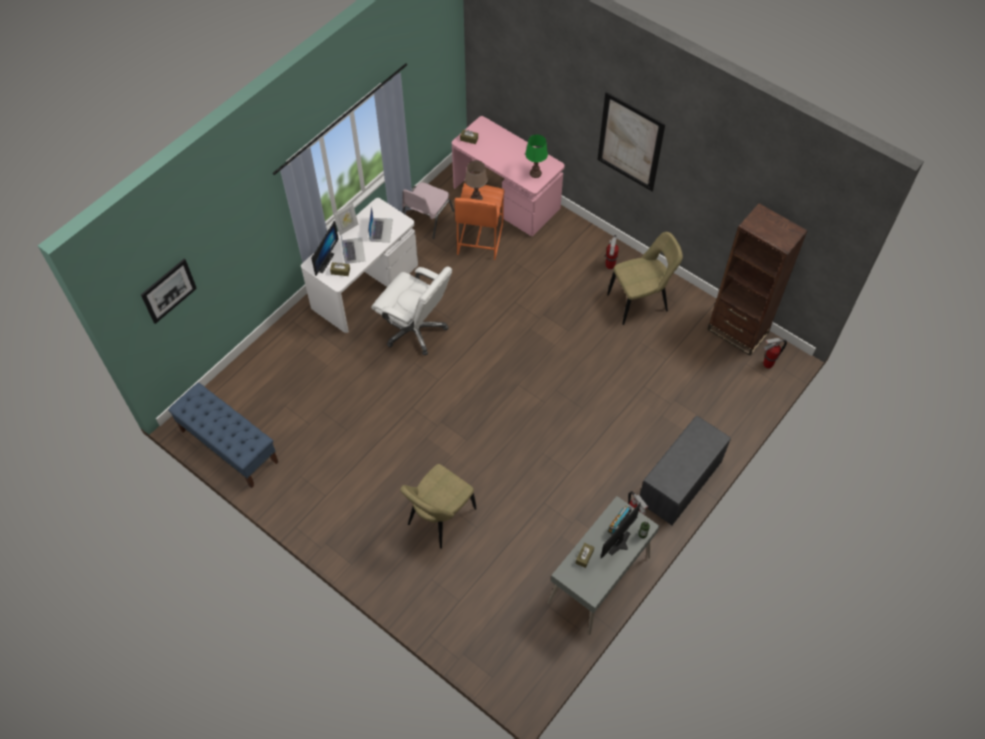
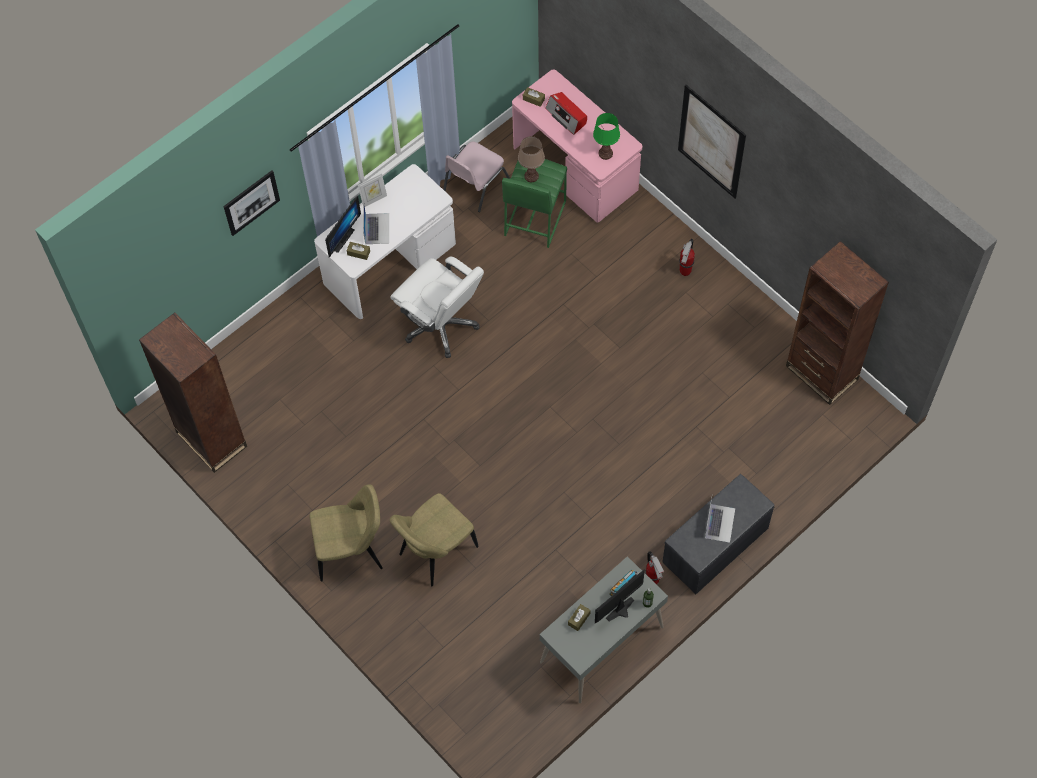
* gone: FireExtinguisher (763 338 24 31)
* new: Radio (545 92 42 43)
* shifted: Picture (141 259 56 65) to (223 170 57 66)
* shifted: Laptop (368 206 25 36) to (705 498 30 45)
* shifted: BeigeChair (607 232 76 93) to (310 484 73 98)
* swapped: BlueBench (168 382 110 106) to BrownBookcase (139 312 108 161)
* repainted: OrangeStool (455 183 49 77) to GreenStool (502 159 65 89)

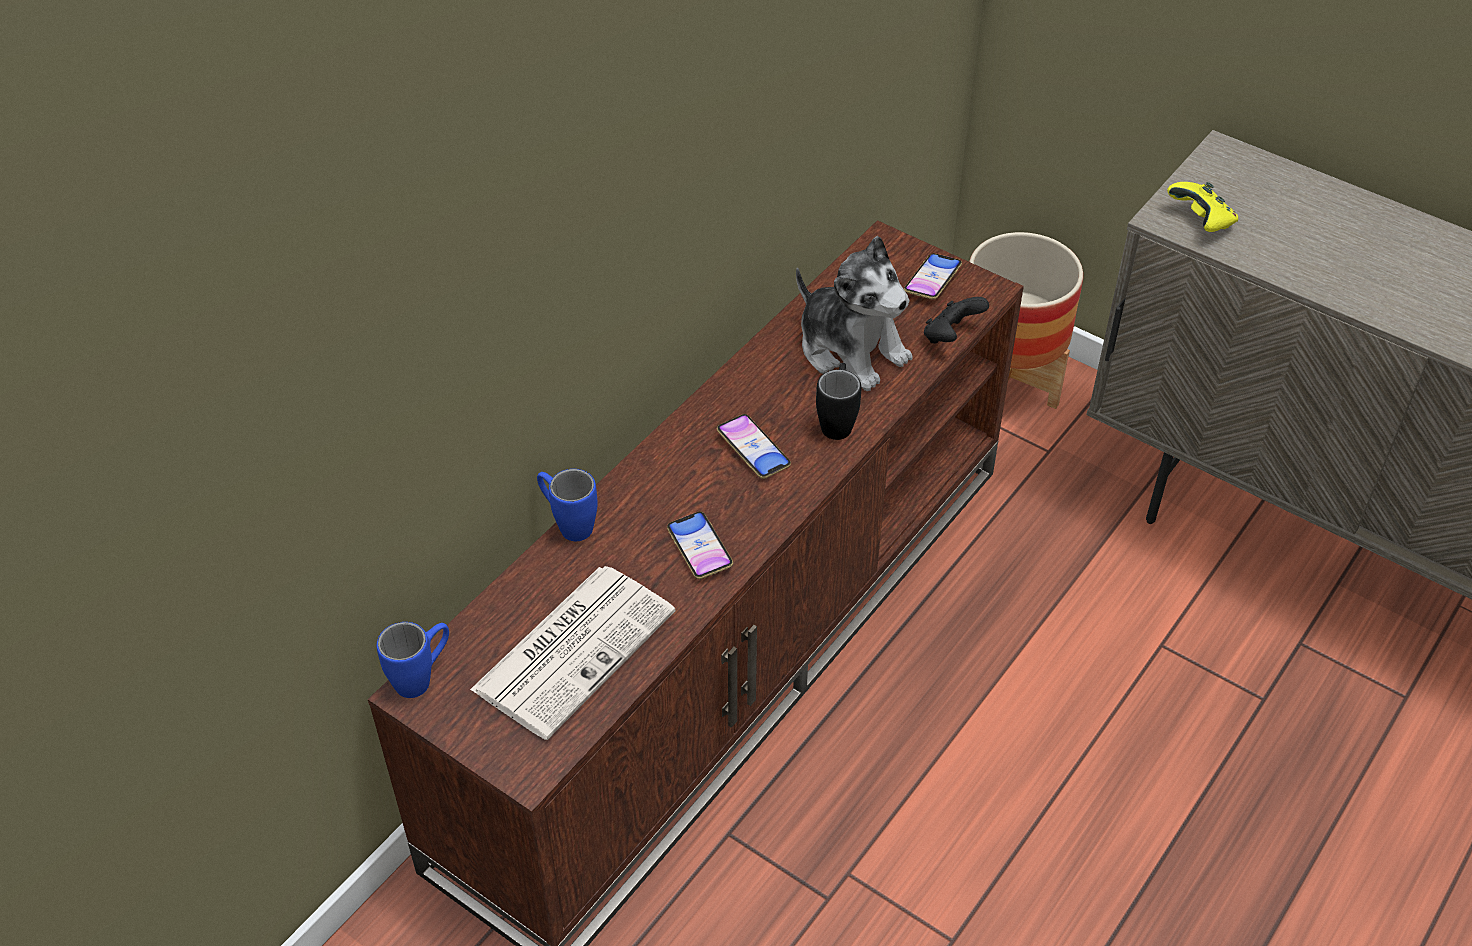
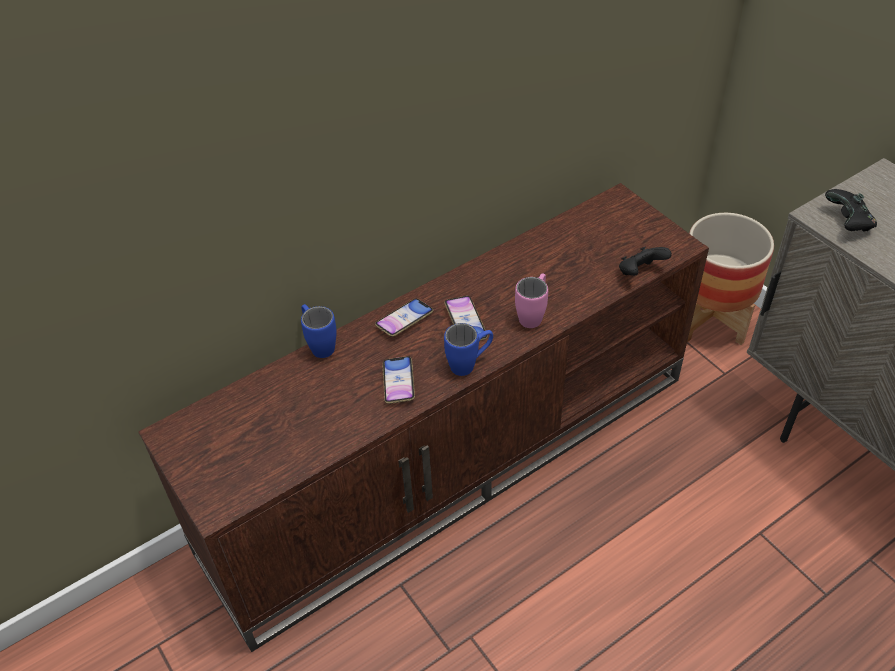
* gone: Newspaper (470 566 206 174)
* gone: PlushToy (796 236 116 155)
* shifted: BlueMug (377 622 72 76) to (444 323 49 53)
* shifted: Phone (904 253 58 46) to (375 299 58 38)
* repainted: BlackMug (816 363 45 77) to PinkMug (515 273 33 55)
* repainted: YellowGameController (1167 182 71 50) to BlackGameController (825 189 52 43)

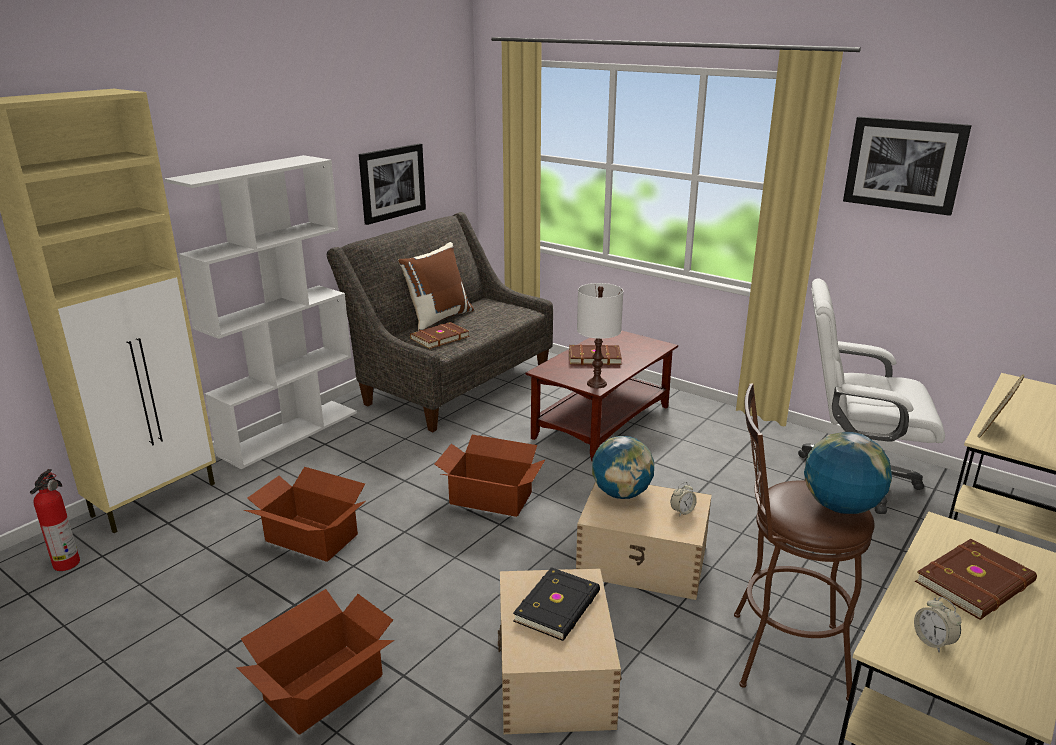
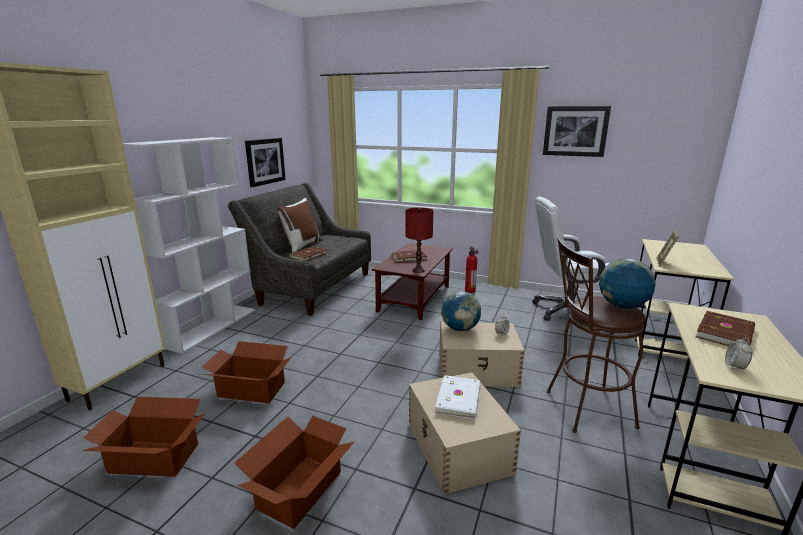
* shifted: FireExtinguisher (30 469 50 102) to (465 246 13 47)
* shifted: CardboardBox (434 435 112 82) to (82 397 123 80)
* repainted: BlackBook (513 567 87 74) to WhiteBook (435 375 46 44)
* repainted: WhiteTableLamp (577 283 46 105) to RedTableLamp (405 208 28 65)
* rotated: AlarmClock (914 597 47 56) = (725 337 28 33) 60 degrees clockwise

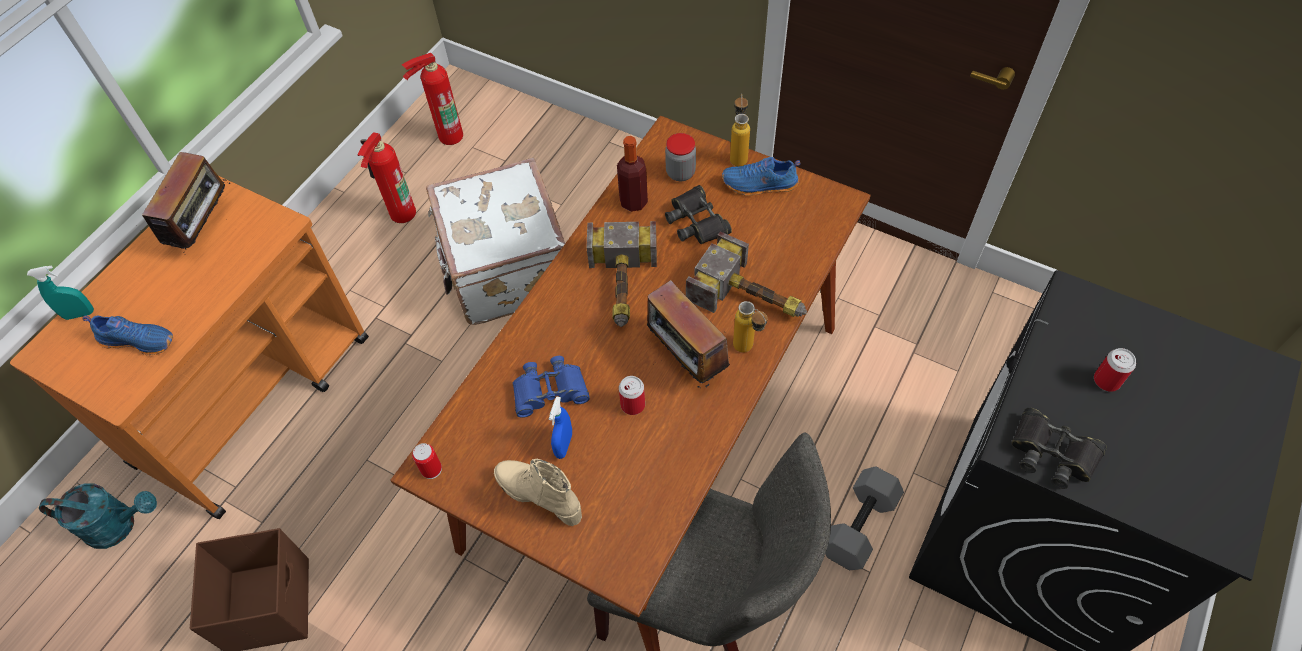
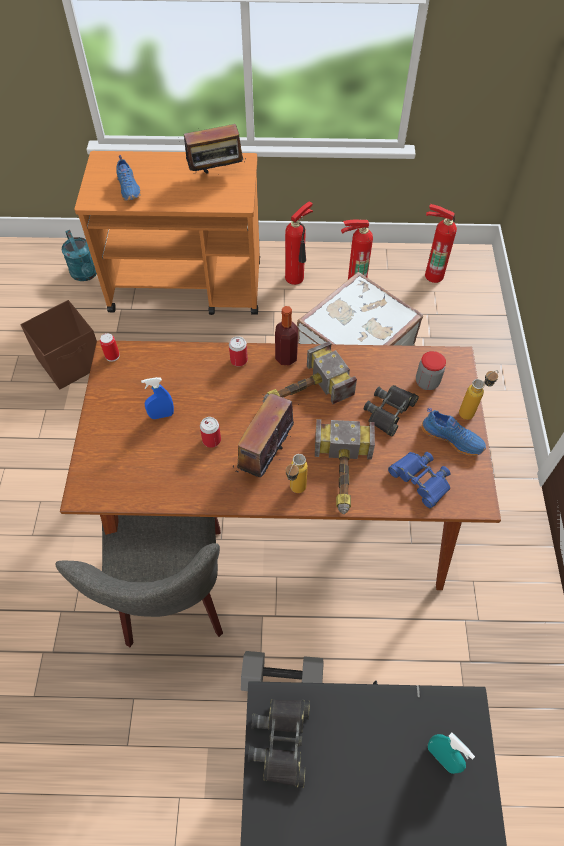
* gone: BeigeBoot (494 459 88 67)
* new: FireExtinguisher (285 201 28 84)
* shifted: TurquoiseSprayBottle (27 265 67 55) to (428 733 47 41)
* shifted: BlueBinoculars (513 356 77 62) to (388 452 62 57)
* shifted: Bottle (617 136 31 76) to (275 306 23 60)
* shifted: Can (1094 348 42 44) to (229 336 19 30)
* rotated: BlueShoe (722 157 79 39) = (421 408 65 48) 150 degrees clockwise

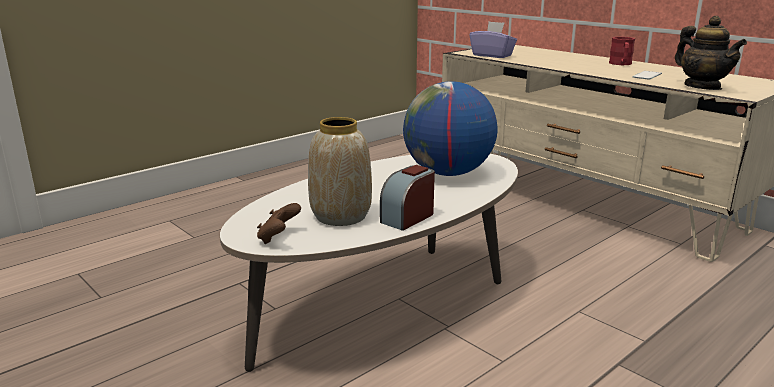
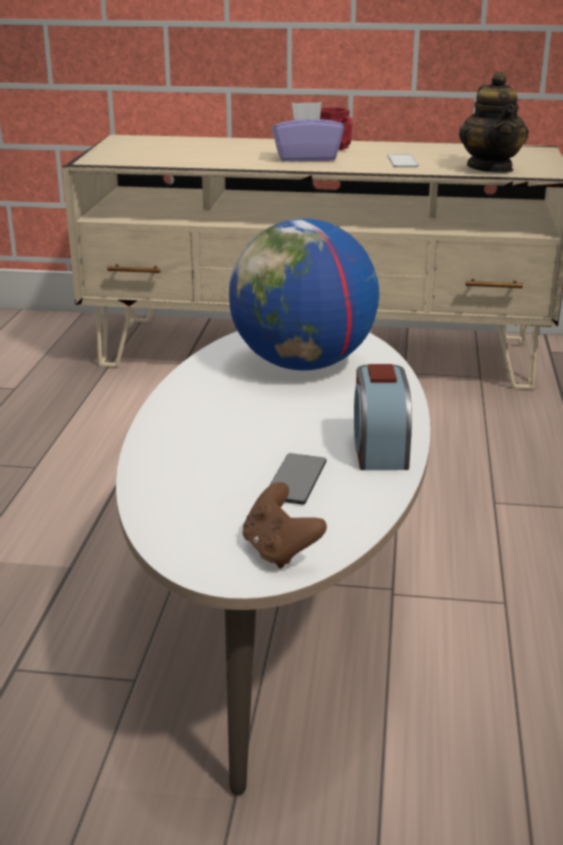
* shifted: PurpleTissueBox (469 22 48 36) to (272 102 72 60)
* swapped: Vase (308 117 64 109) to Phone (269 453 57 52)
* rotated: Teapot (675 16 72 74) = (459 72 70 101) 60 degrees clockwise

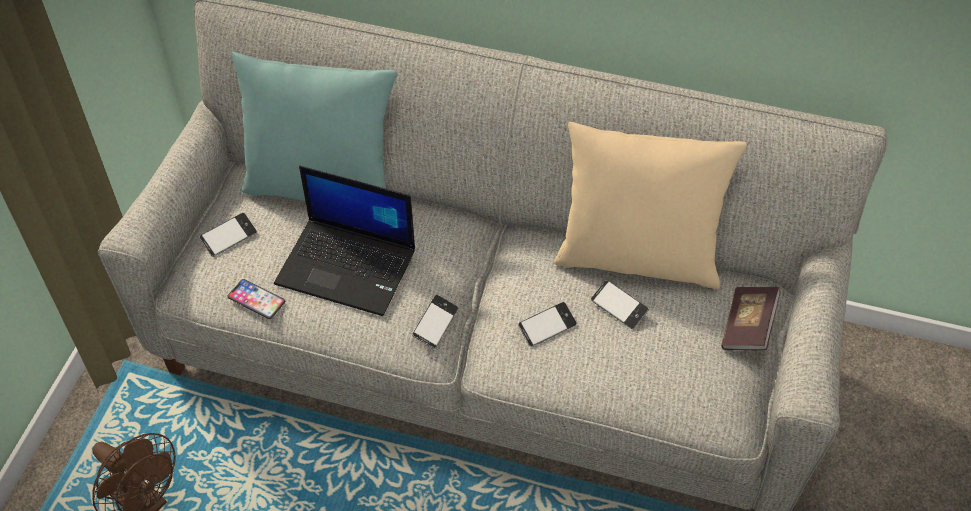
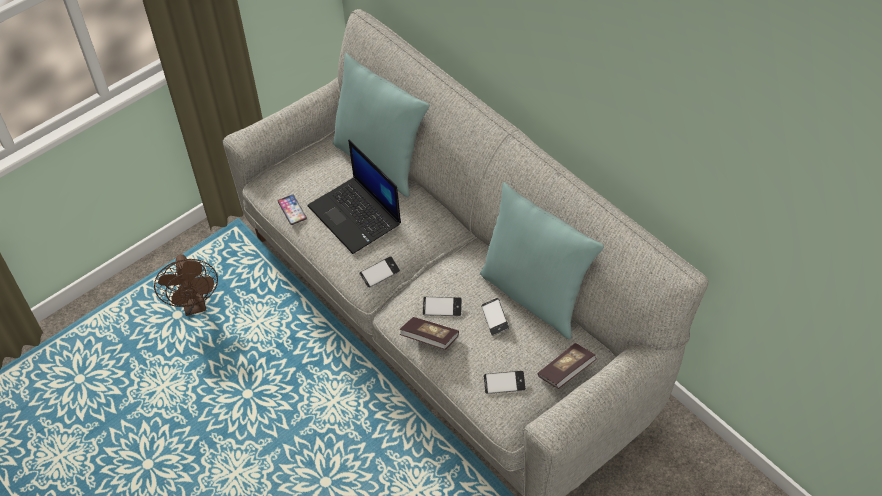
* new: Book (400 317 59 33)
* shifted: Phone (199 213 58 44) to (484 371 42 23)
* repainted: BeigePillow (554 122 193 167) to TurquoisePillow (480 182 124 157)

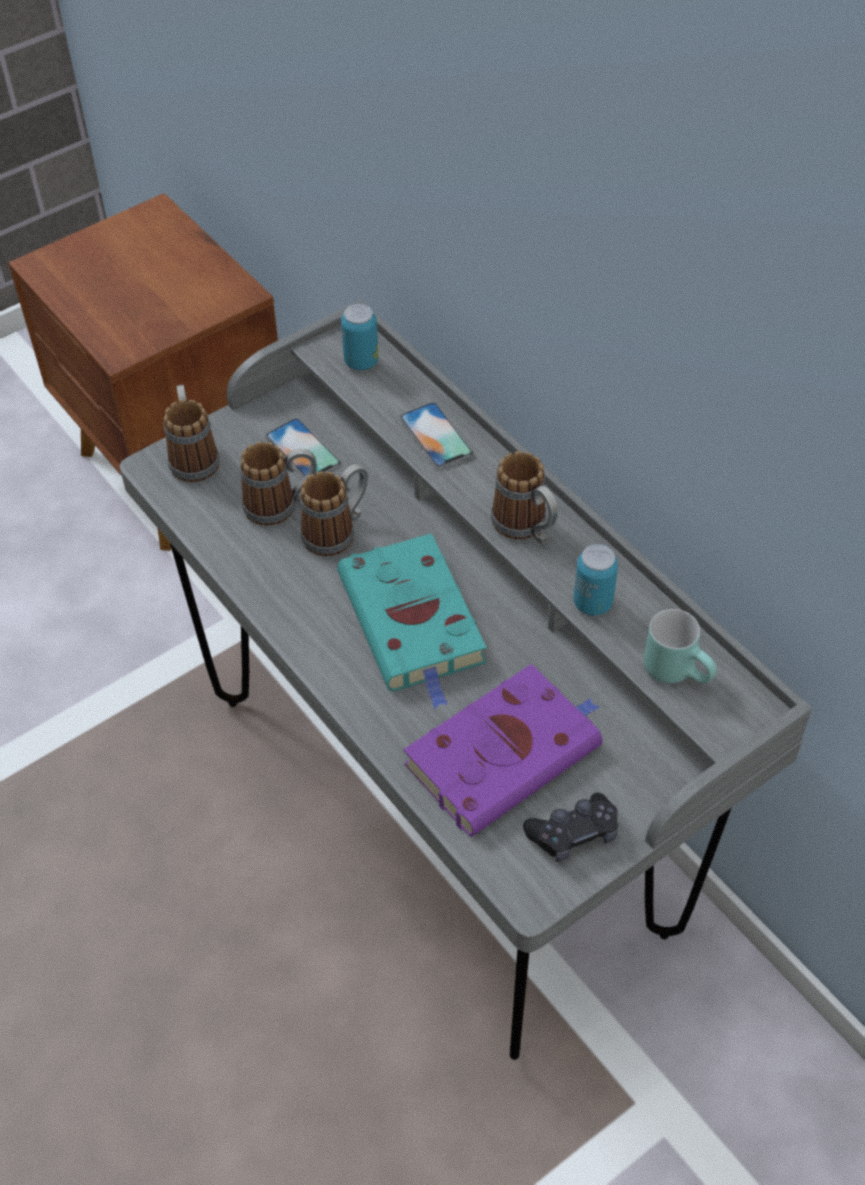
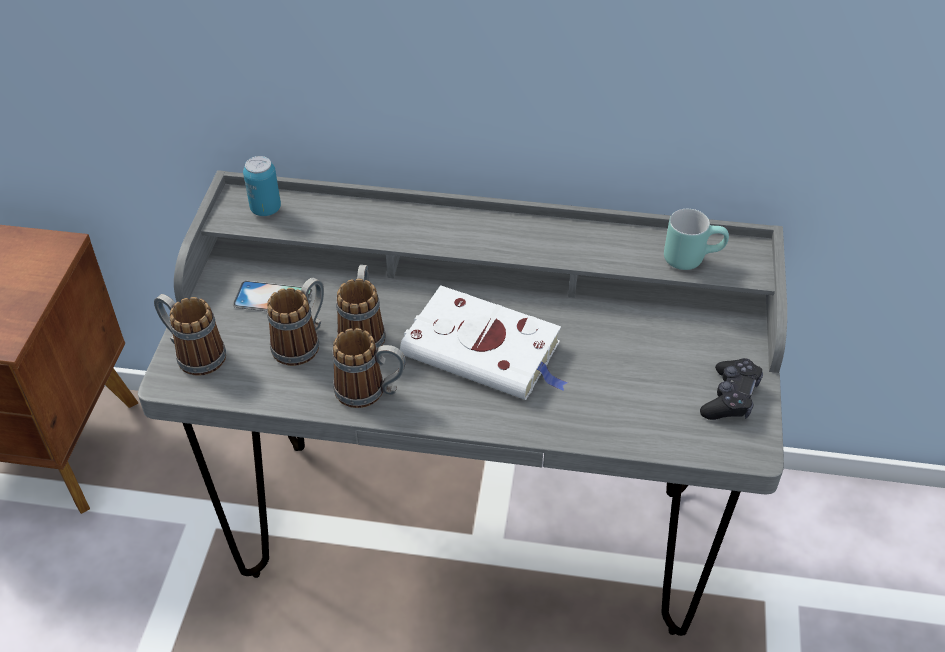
* gone: Phone (400 403 73 65)
* gone: PurpleBook (403 664 200 173)
* gone: Can (573 544 45 72)
* shifted: Mug (491 451 67 92) to (332 328 74 80)
* repainted: TurquoiseBook (337 533 150 176) to WhiteBook (400 285 168 115)

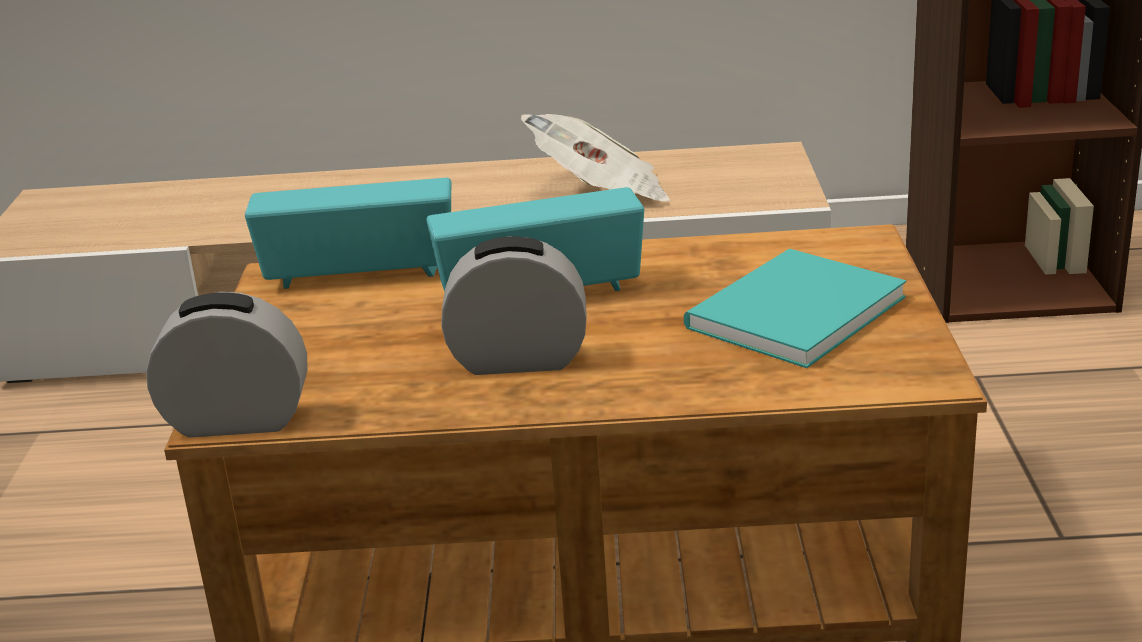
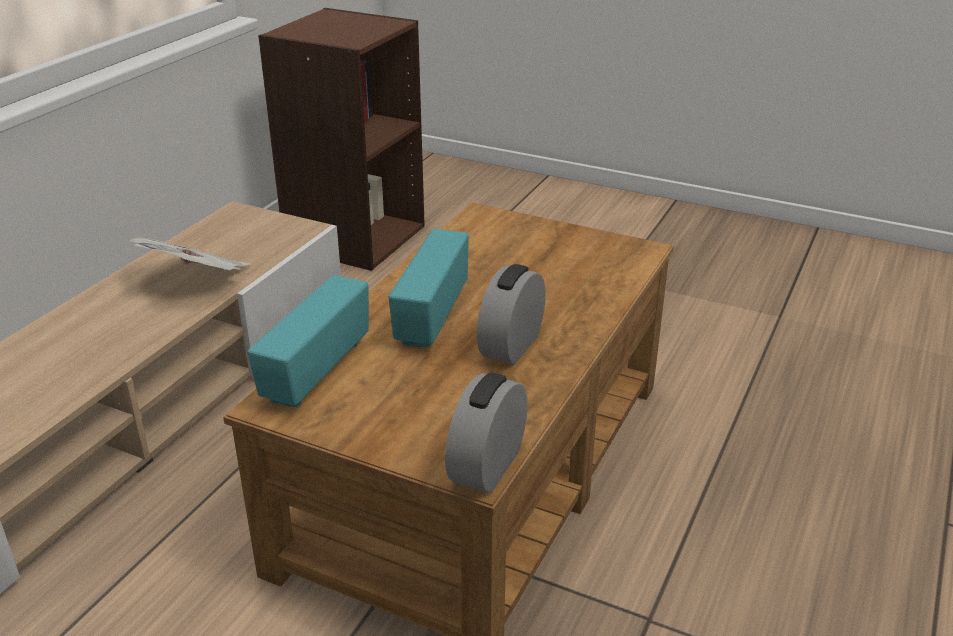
* gone: TurquoiseBook (684 248 222 120)

